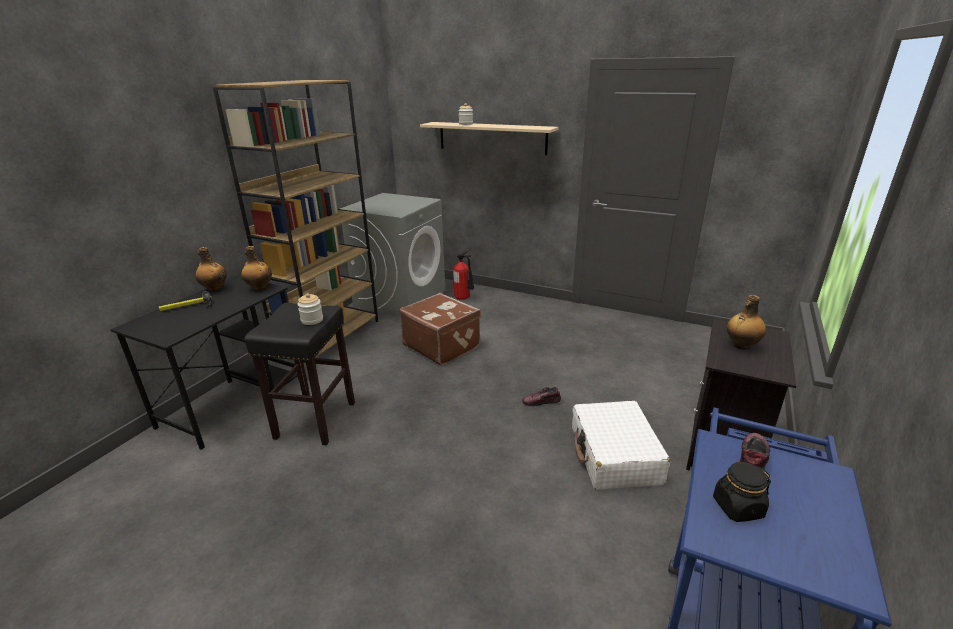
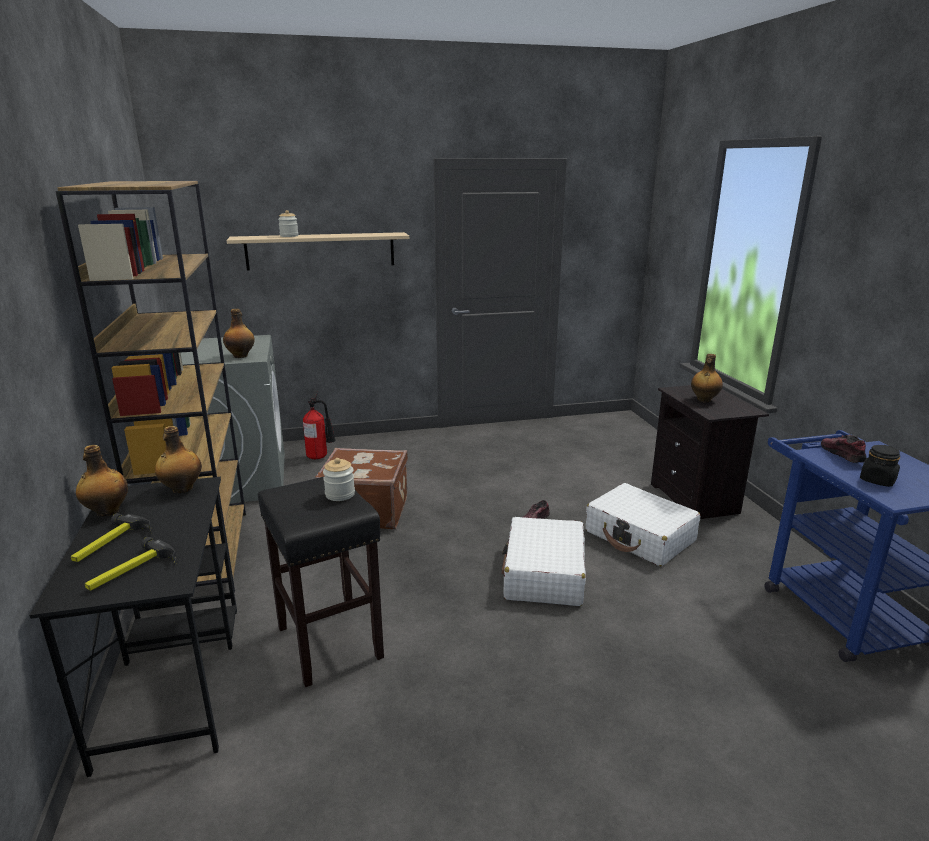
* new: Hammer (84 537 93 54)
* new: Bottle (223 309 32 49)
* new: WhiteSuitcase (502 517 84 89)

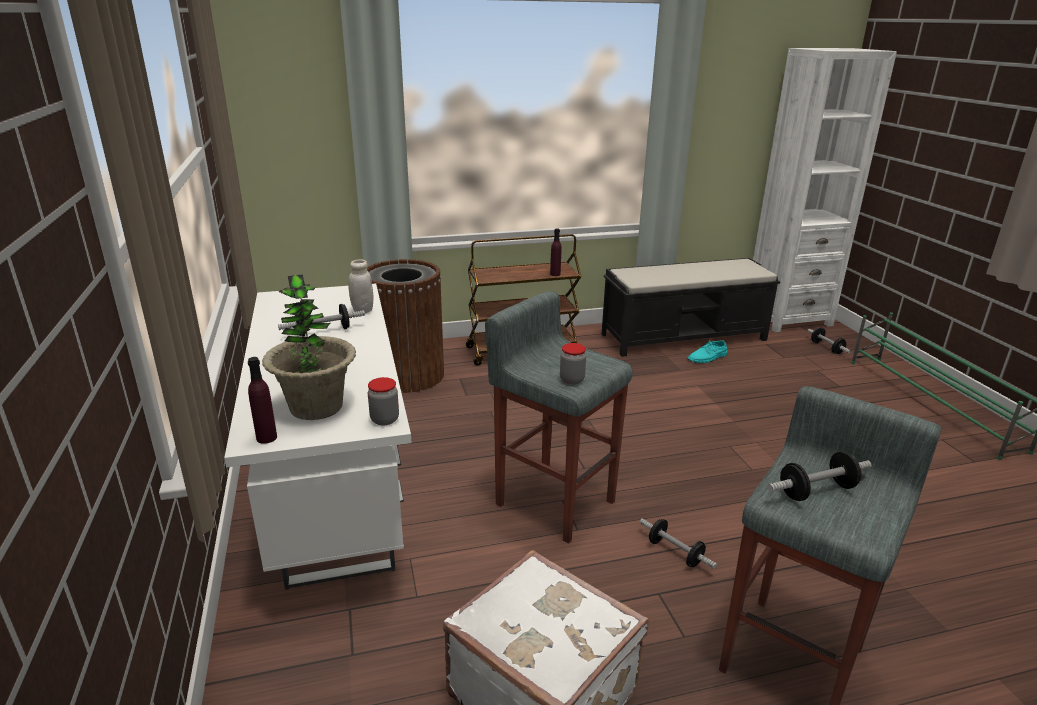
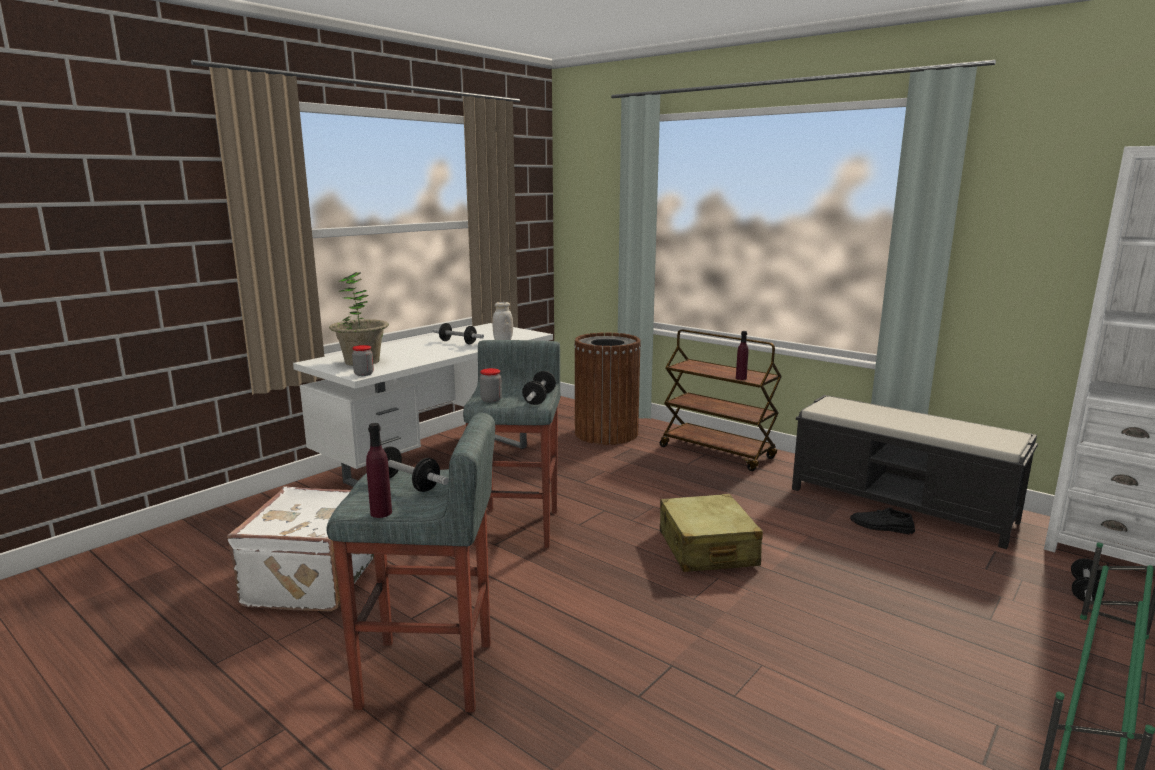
* new: BeigeSuitcase (660 494 103 78)
* shifted: PurpleBottle (248 357 29 87) to (366 423 26 95)
* shifted: Dumbbell (640 518 77 51) to (522 371 34 34)
* repainted: TurquoiseShoe (688 340 39 23) to BlackShoe (850 508 65 27)

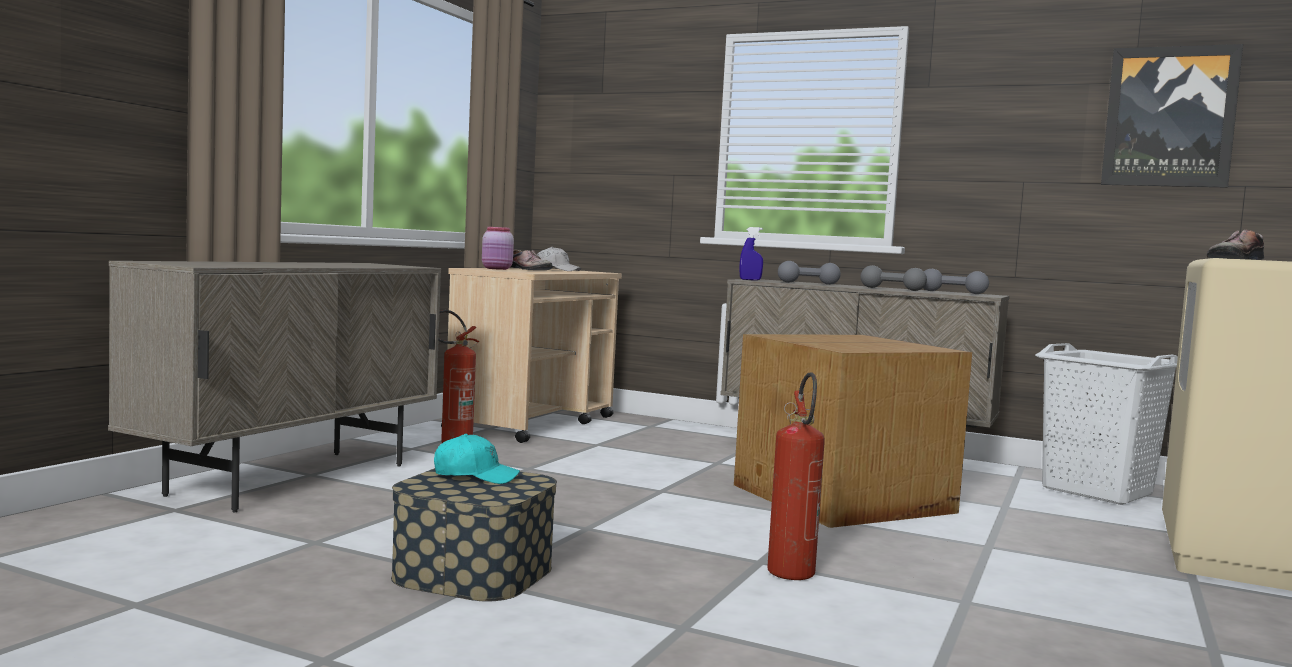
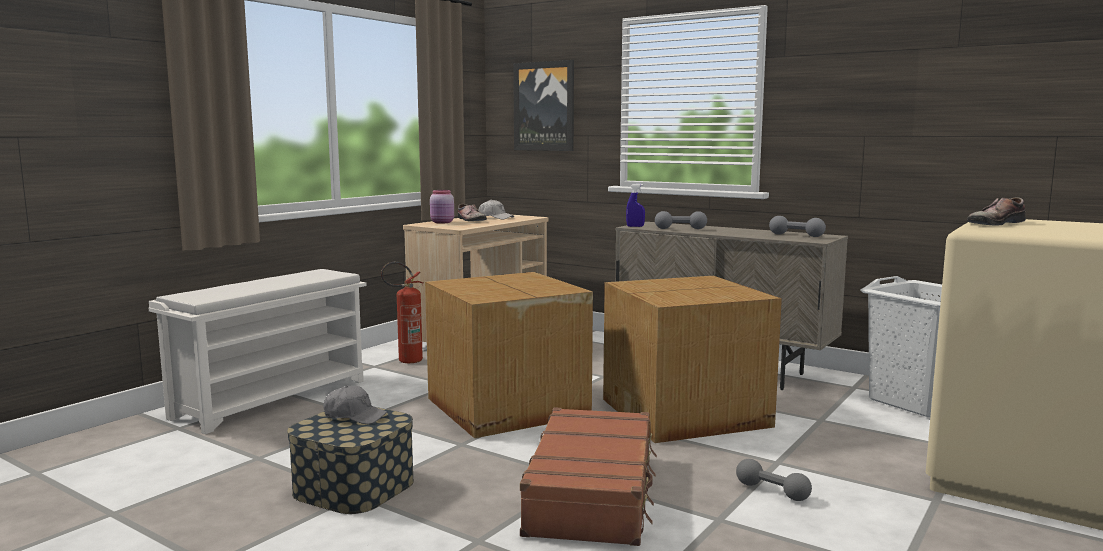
* new: CardboardBox (425 272 168 166)
* shifted: GreyDumbbell (860 265 67 26) to (736 459 76 42)
* shifted: Picture (1101 44 142 144) to (513 60 61 91)
* swapped: BeigeCabinet (108 261 333 251) to WhiteShoeRack (149 269 218 165)
* swapped: FireExtinguisher (768 372 57 208) to BrownSuitcase (520 407 137 139)
* repainted: TurquoiseCap (434 434 86 50) to GreyCap (323 386 65 38)

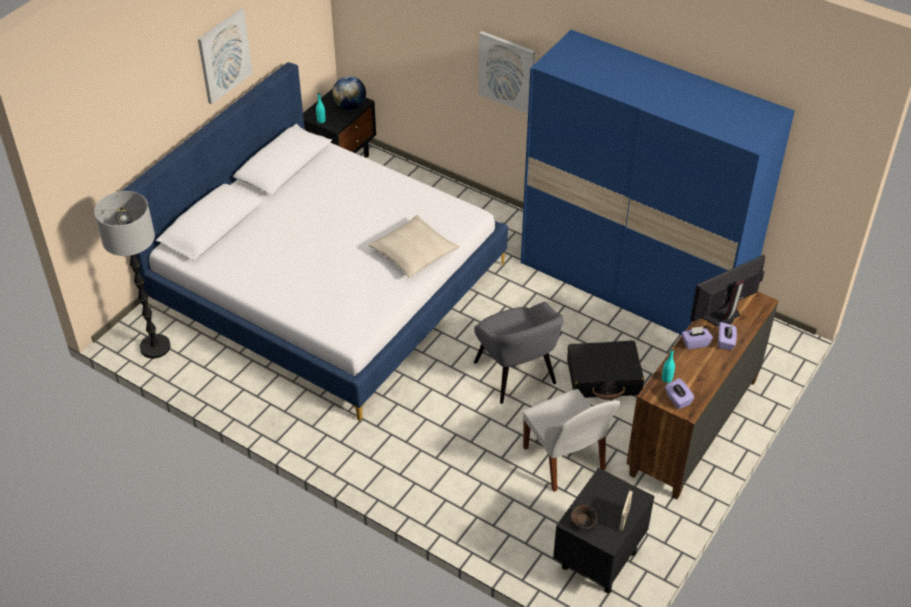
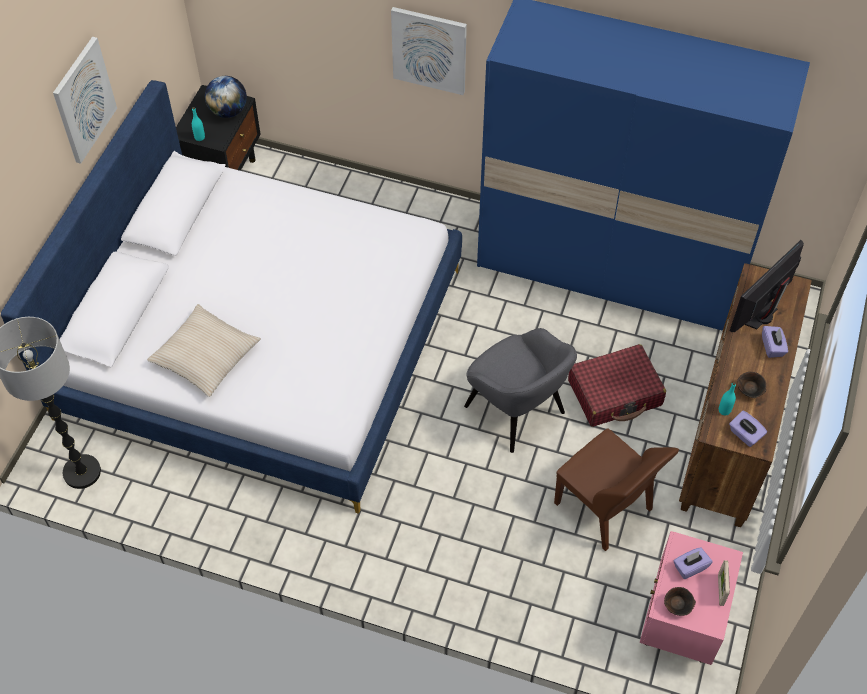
* new: BrownBowl (737 372 29 26)
* shifted: BeigePillow (368 215 92 63) to (147 304 114 93)
* shifted: PurpleTissueBox (682 327 31 22) to (674 547 39 33)
* repainted: WhiteChair (523 389 97 103) to BrownChair (554 429 125 122)
* repainted: BlackNightstand (553 468 101 125) to PinkNightstand (640 531 103 134)
* repainted: BlackSuitcase (567 340 77 60) to RedSuitcase (568 344 98 83)

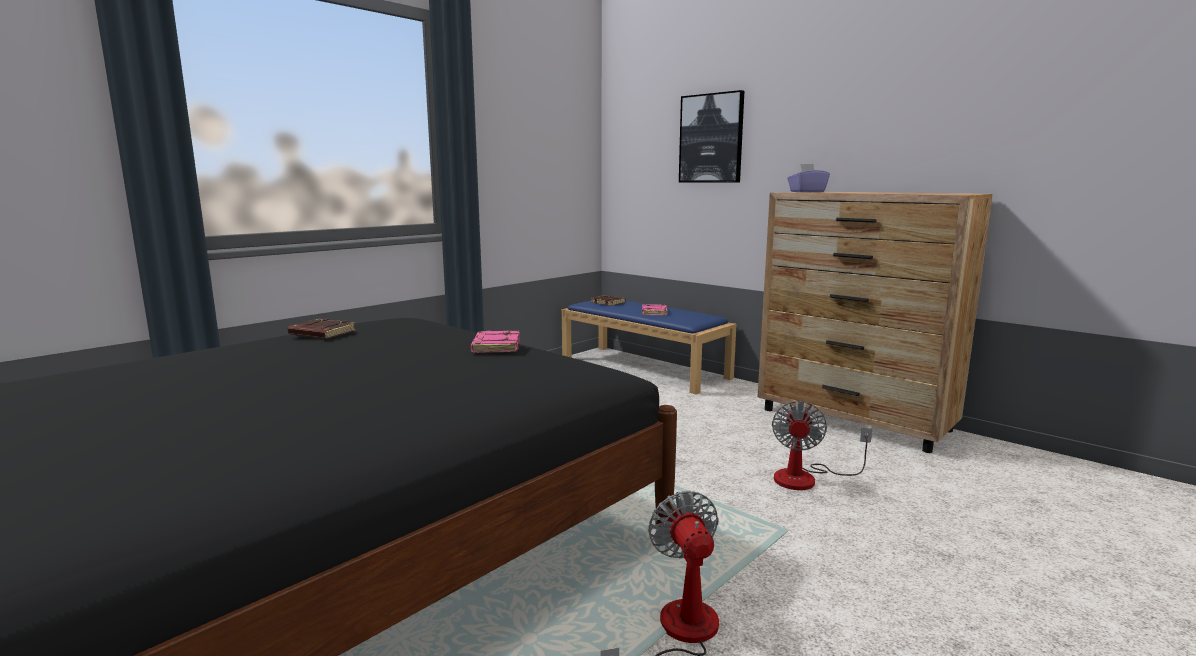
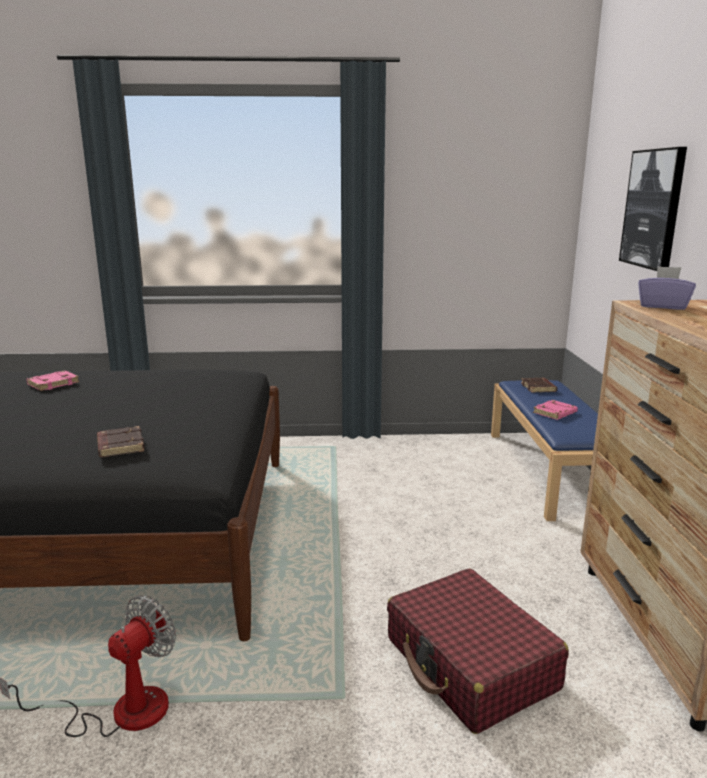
* shifted: BrownBook (288 319 68 20) to (97 426 48 31)
* shifted: PinkBook (471 331 49 22) to (26 371 53 20)
* swapped: Fan (772 401 100 89) to RedSuitcase (387 568 182 166)

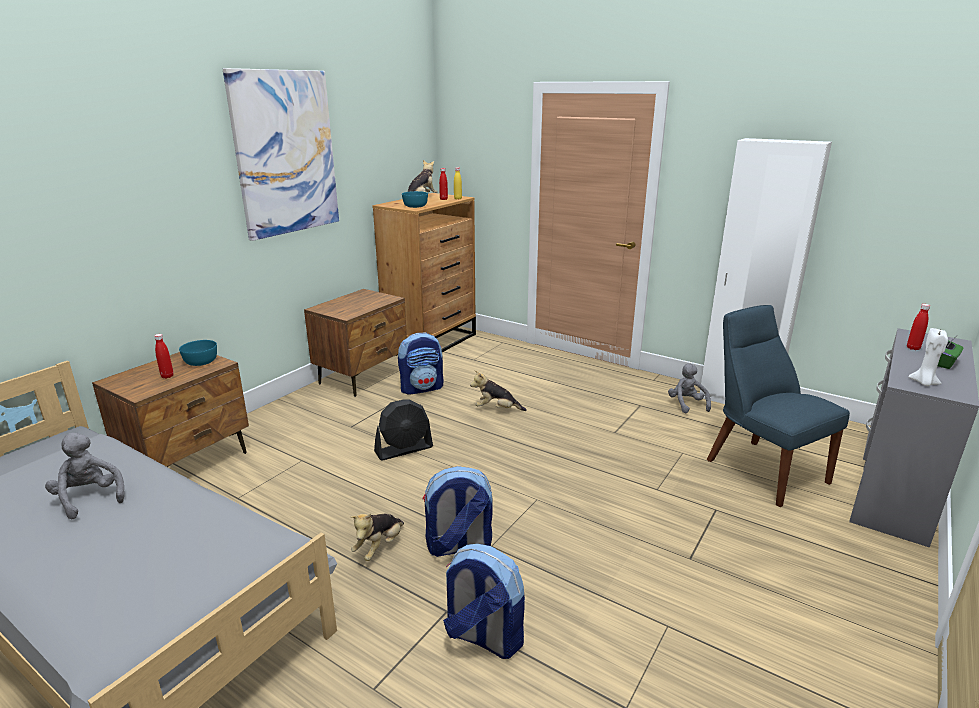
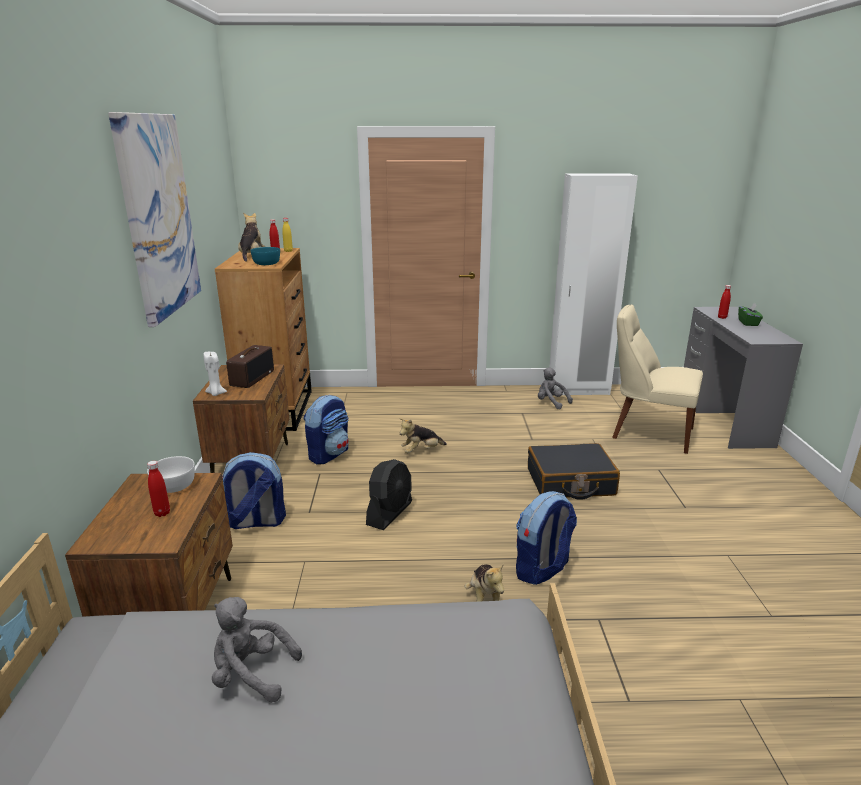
* new: Radio (226 345 48 43)
* new: BlackSuitcase (528 443 92 57)
* shifted: Backpack (443 544 82 115) to (222 452 64 77)
* shifted: WhiteCandle (909 328 39 58) to (204 352 23 44)
* repainted: TurquoiseBowl (179 340 38 26) to WhiteBowl (147 456 48 37)
* repainted: BlueChair (707 305 143 202) to BeigeChair (612 304 91 150)

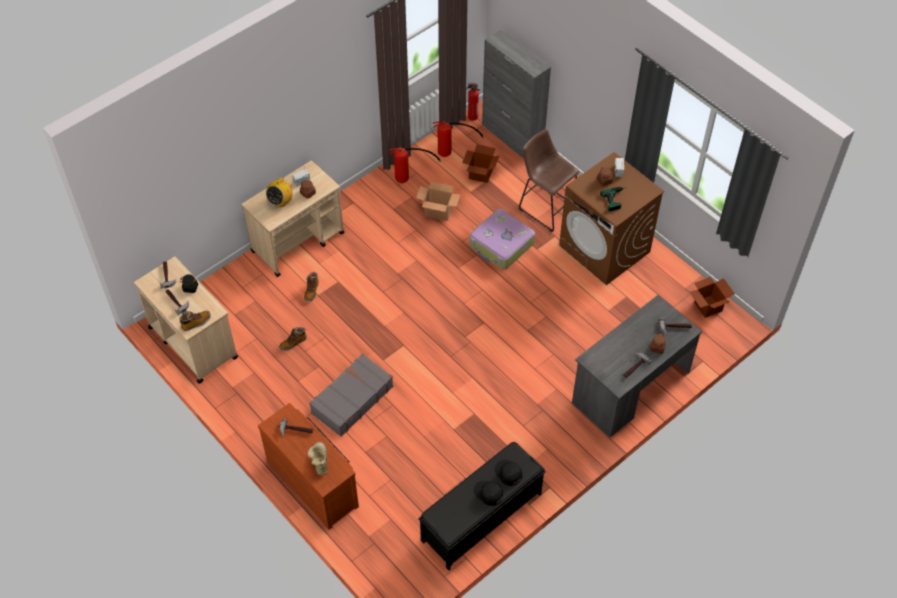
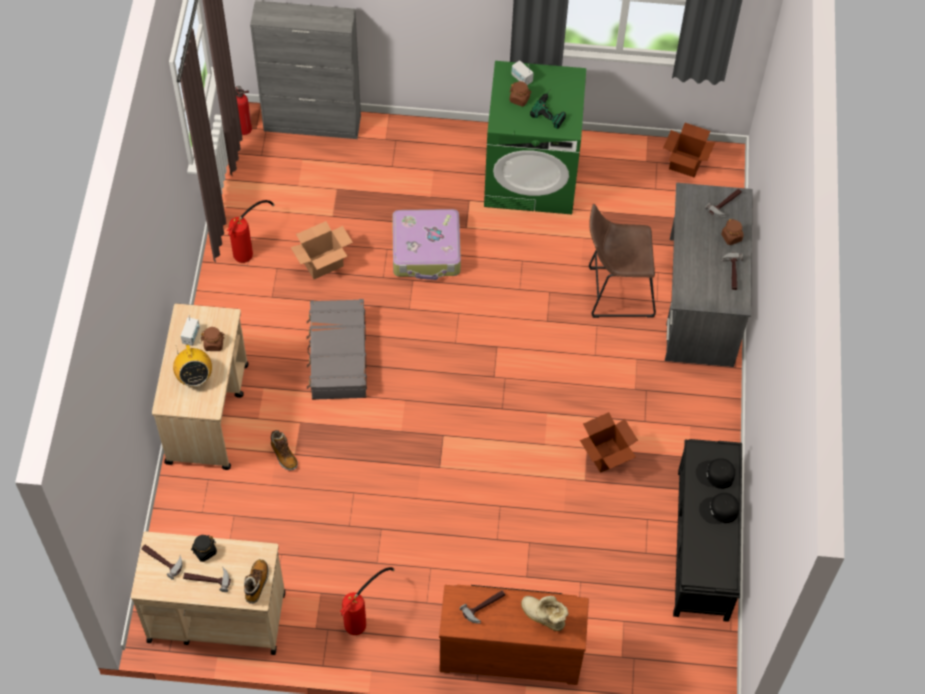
* gone: Boot (279 327 28 24)
* shifted: GreySuitcase (309 354 85 83) to (306 299 61 101)
* shifted: FireExtinguisher (433 121 51 36) to (340 567 55 68)
* shifted: CardboardBox (462 144 37 39) to (580 412 58 61)
* shifted: BrownStool (519 129 60 103) to (589 204 67 114)
* repainted: BrownWashingMachine (559 152 105 133) to GreenWashingMachine (484 61 102 153)

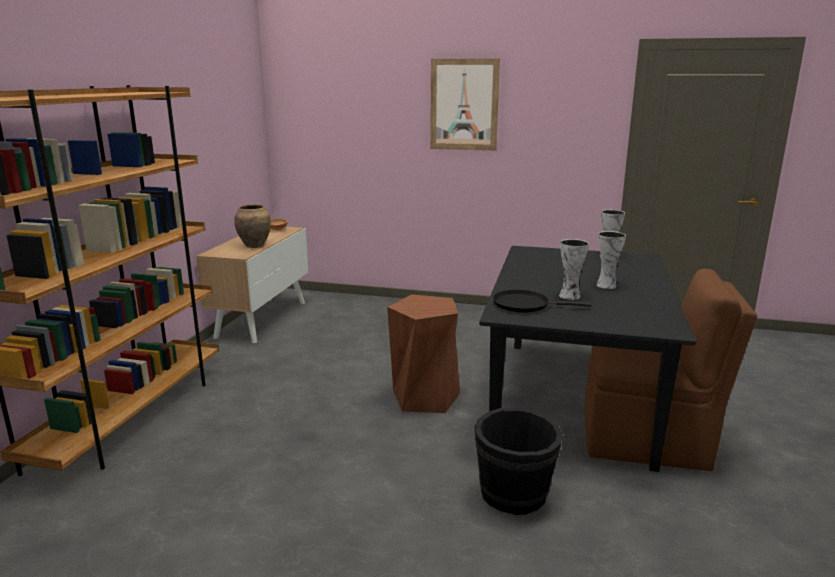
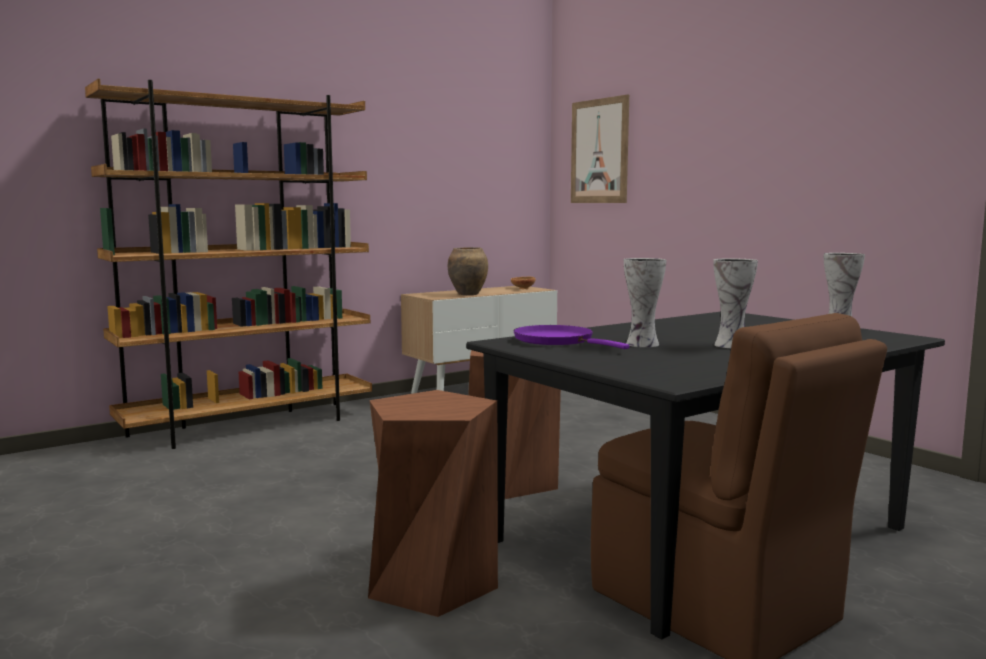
* shifted: Picture (430 58 70 93) to (571 94 58 109)
* swapped: BlackBucket (474 408 89 107) to BrownStool (368 390 130 227)
* repainted: BlackFryingPan (493 290 99 23) to PurpleFryingPan (514 325 115 24)

